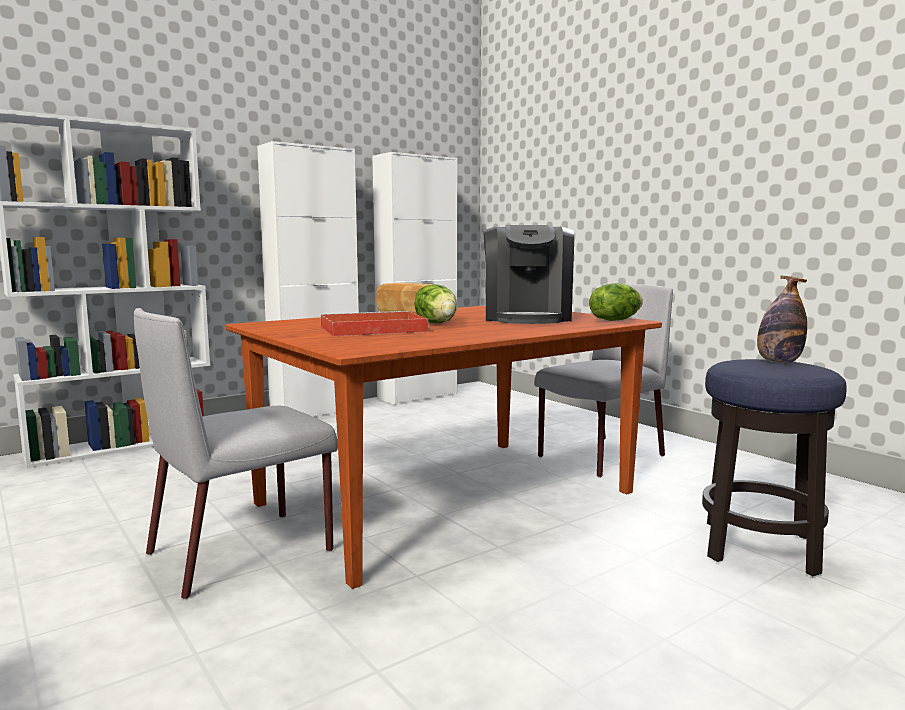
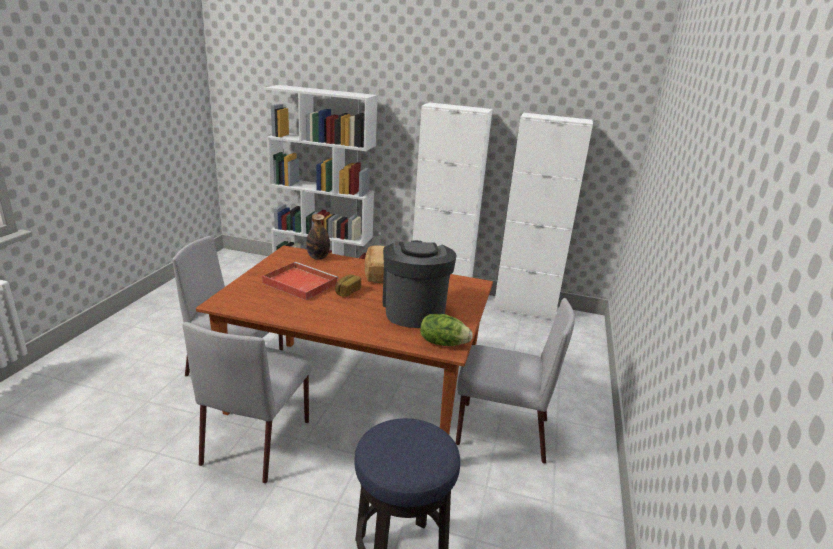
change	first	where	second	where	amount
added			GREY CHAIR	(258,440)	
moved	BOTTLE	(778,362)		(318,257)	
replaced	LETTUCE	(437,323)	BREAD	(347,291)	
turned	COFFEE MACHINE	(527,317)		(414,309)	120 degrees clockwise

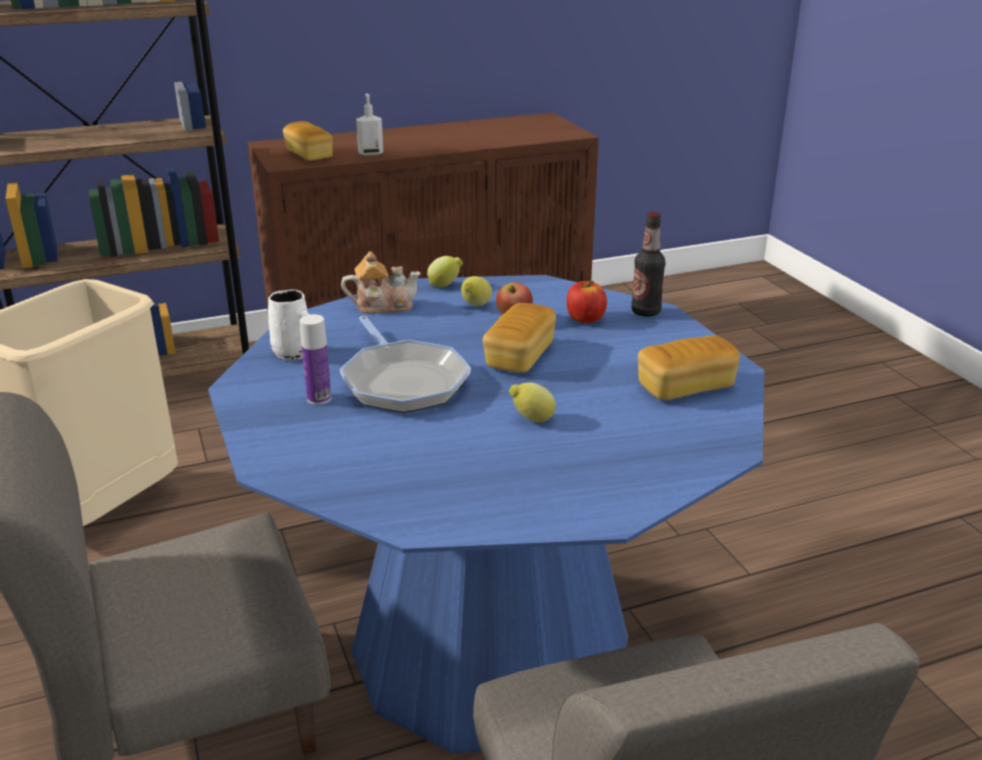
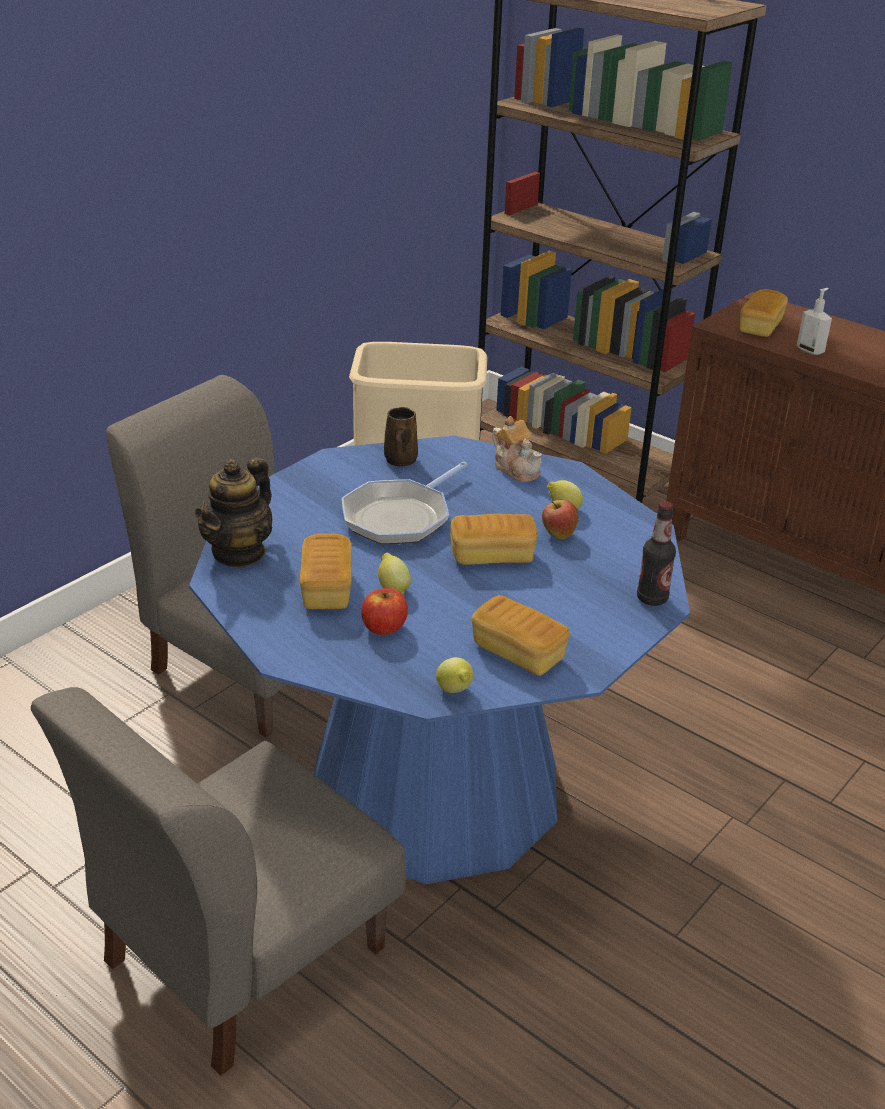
change	first	where	second	where	amount
removed	BOTTLE	(319,399)			
added			TEAPOT	(239,552)	
added			BREAD	(326,589)	
moved	LEMON	(445,285)		(455,691)	
moved	APPLE	(585,319)		(384,627)	
recoloured	WHITE MUG	(294,354)	BROWN MUG	(400,461)	

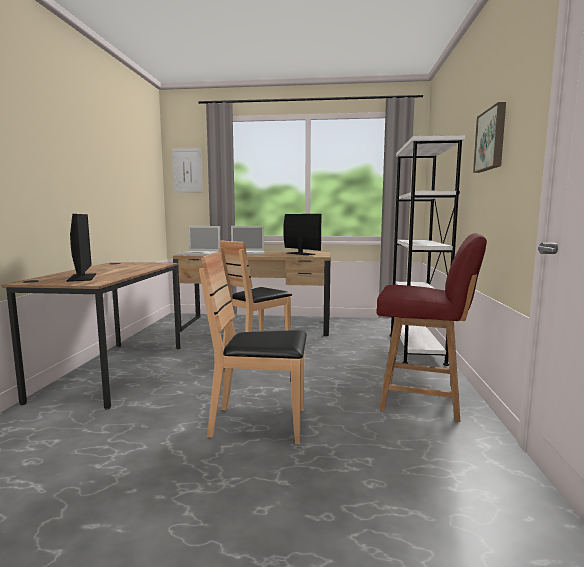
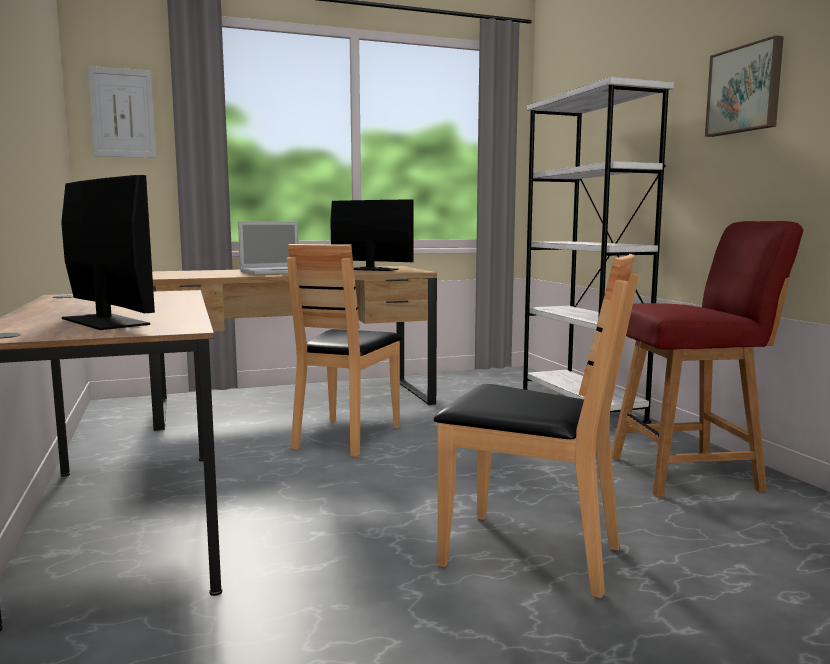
change	first	where	second	where	amount
removed	LAPTOP	(200,254)			
turned	BROWN CHAIR	(260,423)		(529,554)	135 degrees counterclockwise

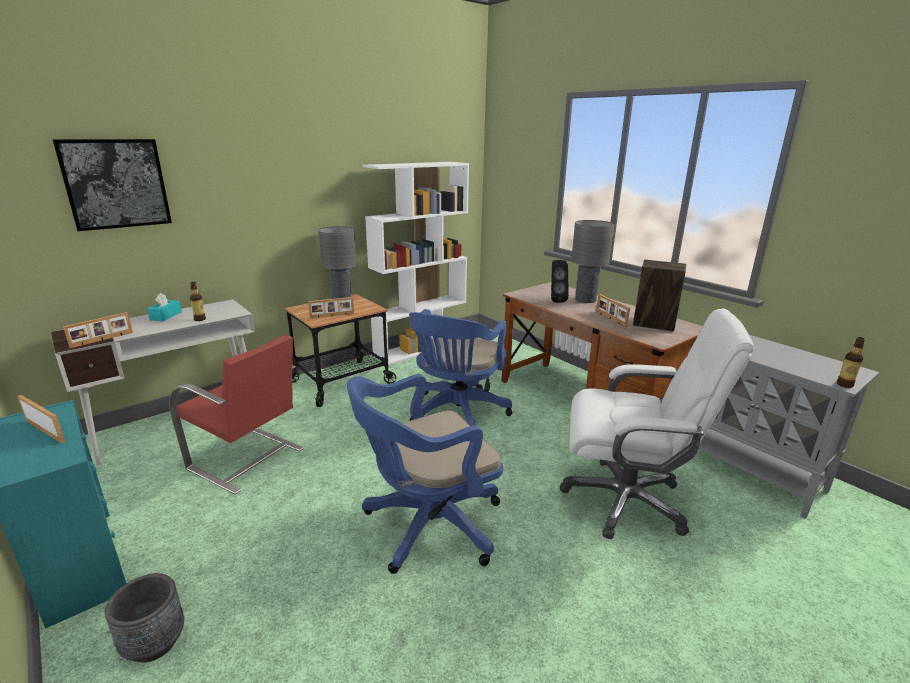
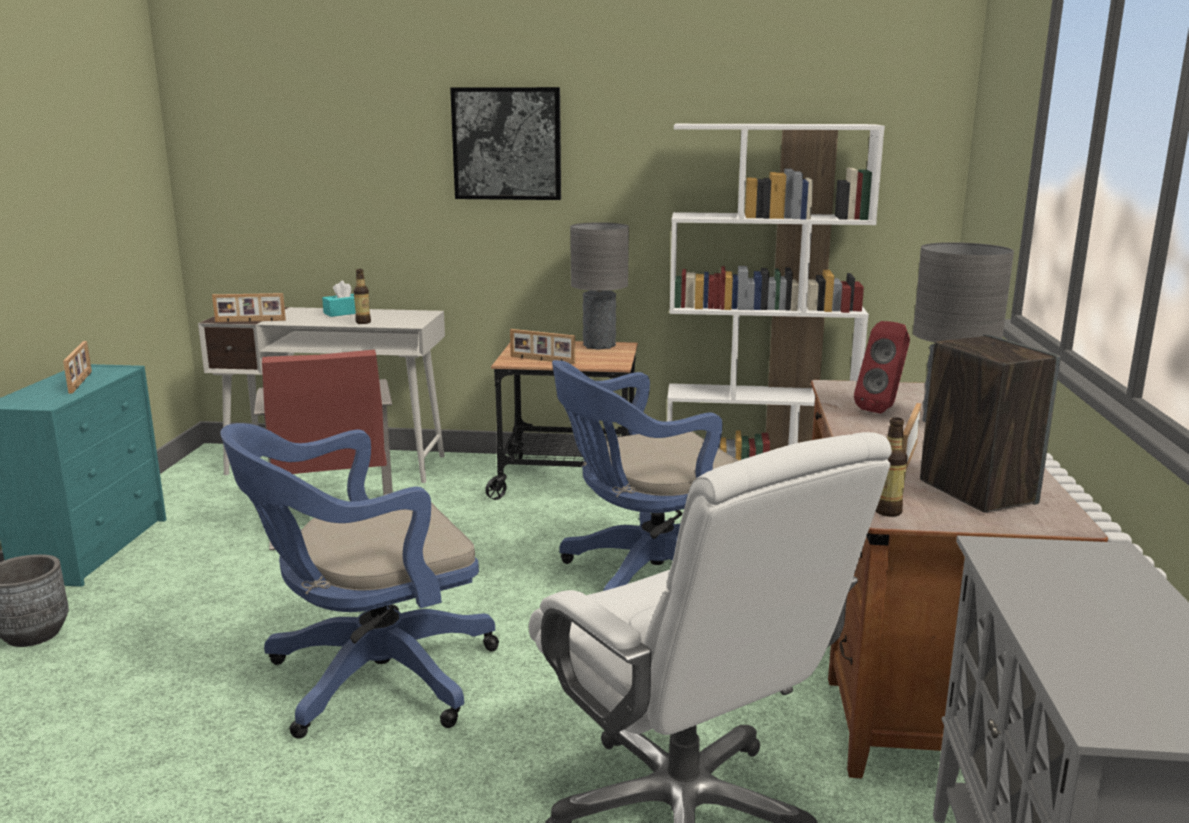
change	first	where	second	where	amount
moved	PICTURE	(116,184)		(507,144)	
moved	BOTTLE	(844,385)		(888,511)	
recoloured	BLACK SPEAKER	(556,300)	RED SPEAKER	(882,409)	
turned	BLUE OFFICE CHAIR	(427,526)		(370,679)	45 degrees counterclockwise

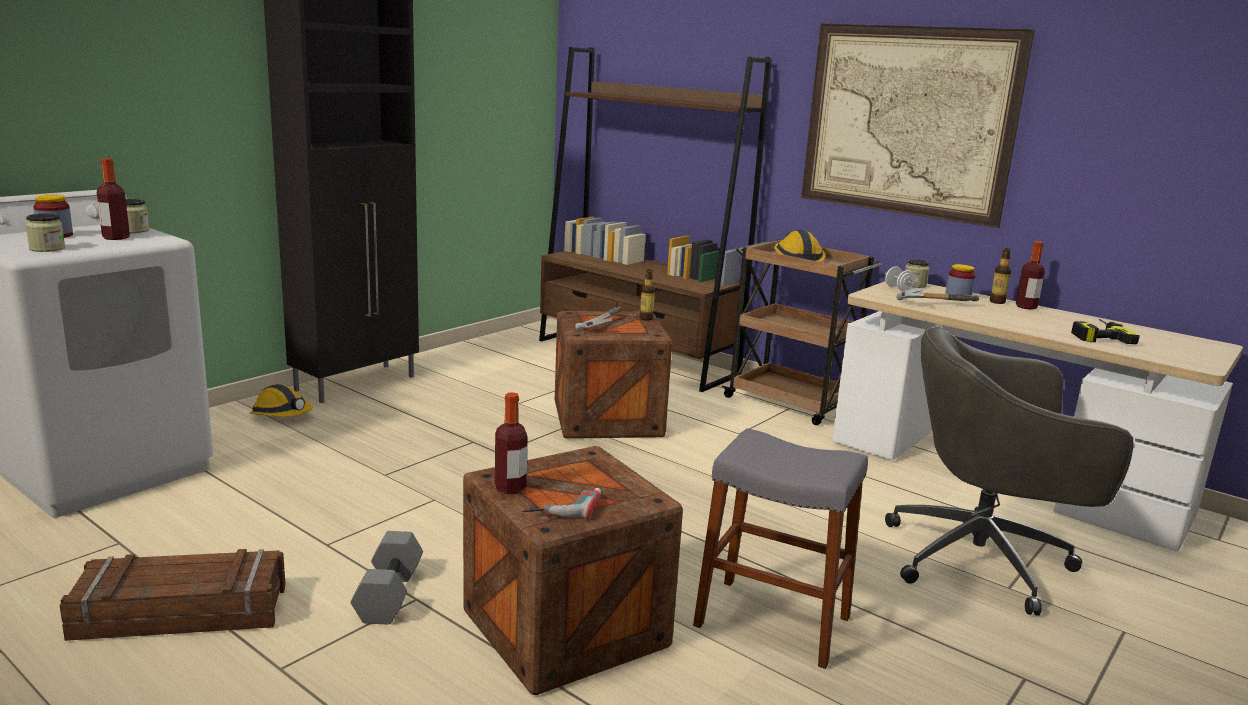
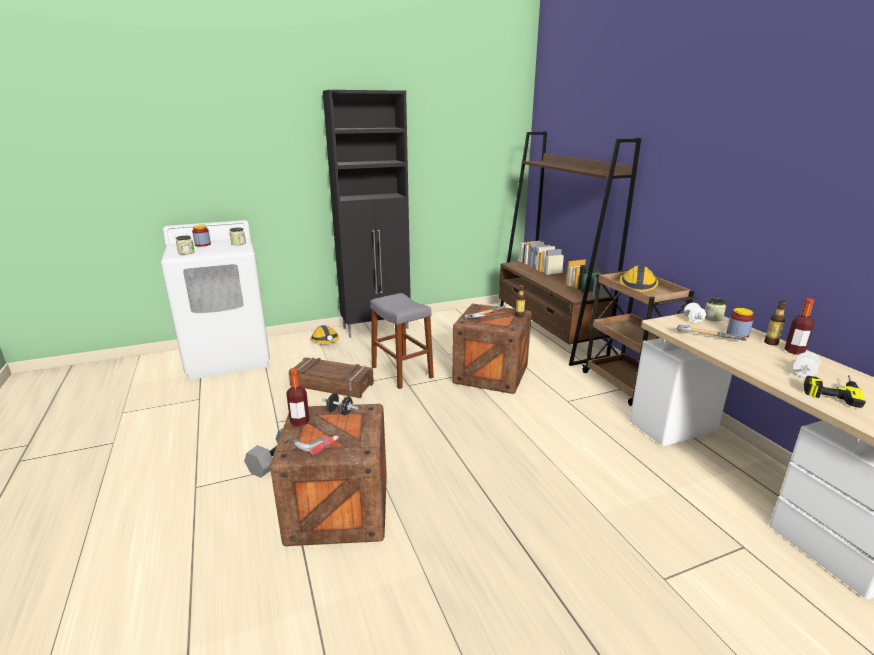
change	first	where	second	where	amount
removed	BOTTLE	(116,238)			
removed	PICTURE	(907,121)			
removed	GREY OFFICE CHAIR	(983,561)			
added			BLACK DUMBBELL	(340,412)	
added			WHITE DUMBBELL	(803,373)	
moved	CRATE	(182,611)		(332,384)	
moved	GREY STOOL	(772,621)		(402,372)	

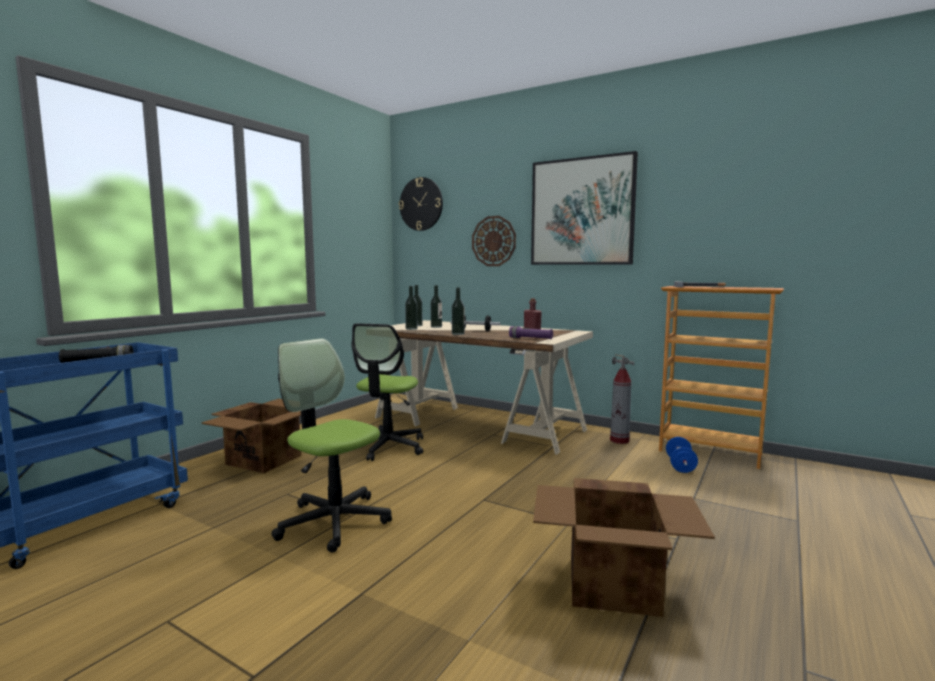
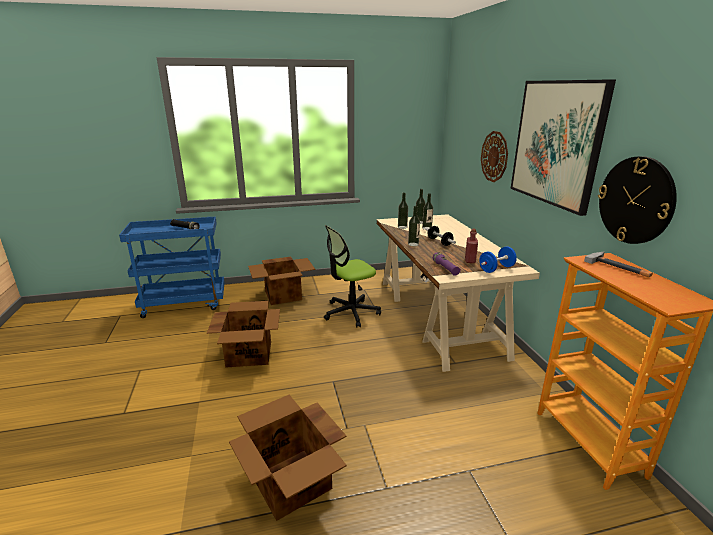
change	first	where	second	where	amount
removed	FIRE EXTINGUISHER	(619,441)			
moved	WALL CLOCK	(421,204)		(635,200)	
moved	BLUE DUMBBELL	(680,466)		(496,269)	
replaced	OFFICE CHAIR	(333,521)	CARDBOARD BOX	(249,353)	

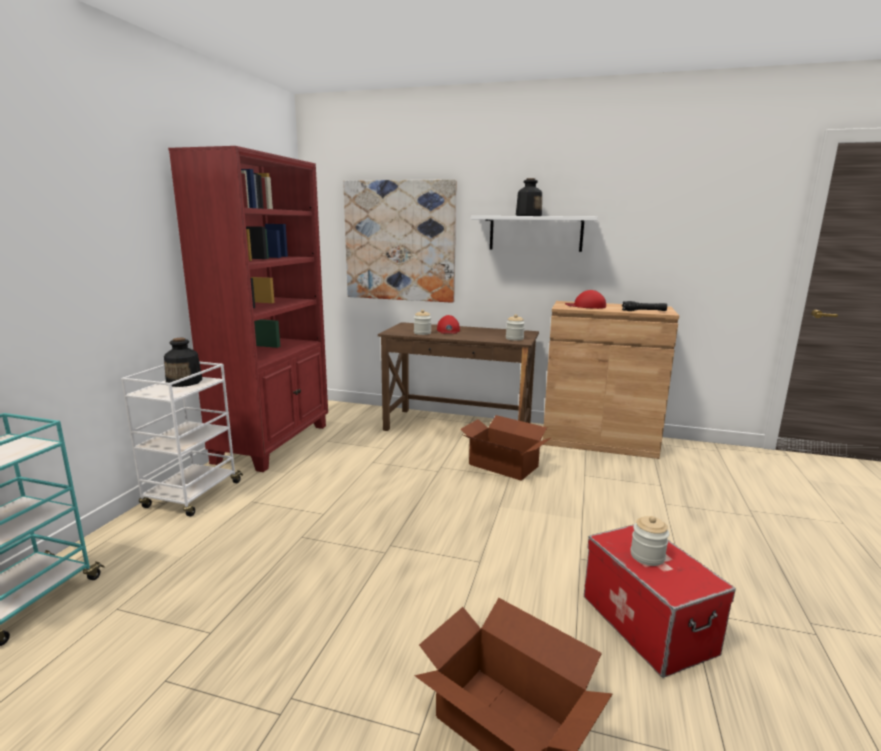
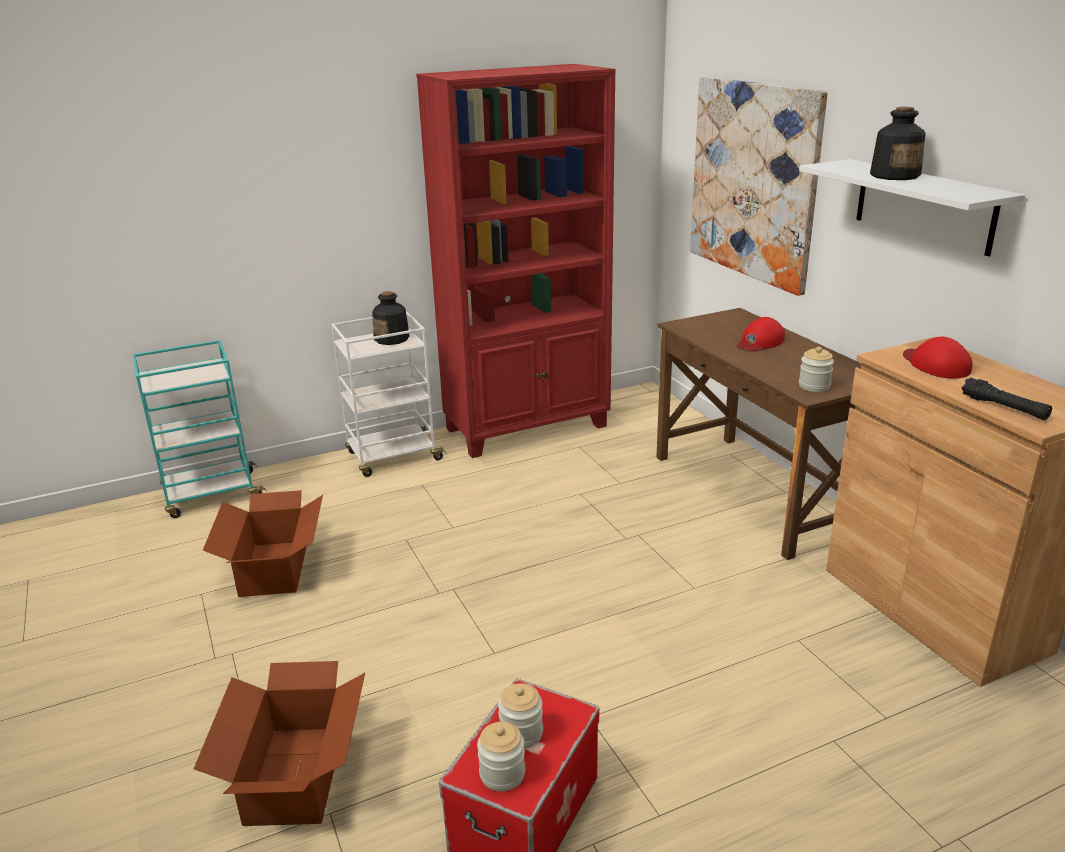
change	first	where	second	where	amount
moved	JAR	(422,333)		(502,774)	
moved	CARDBOARD BOX	(503,465)		(275,568)	

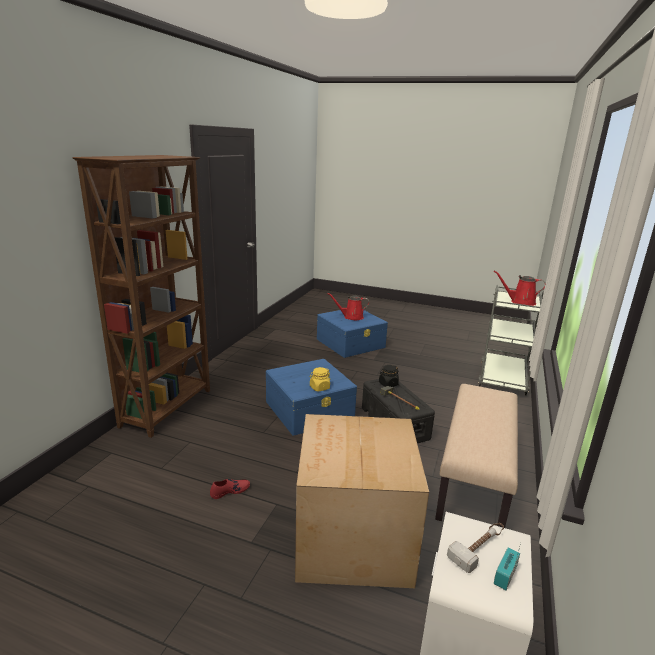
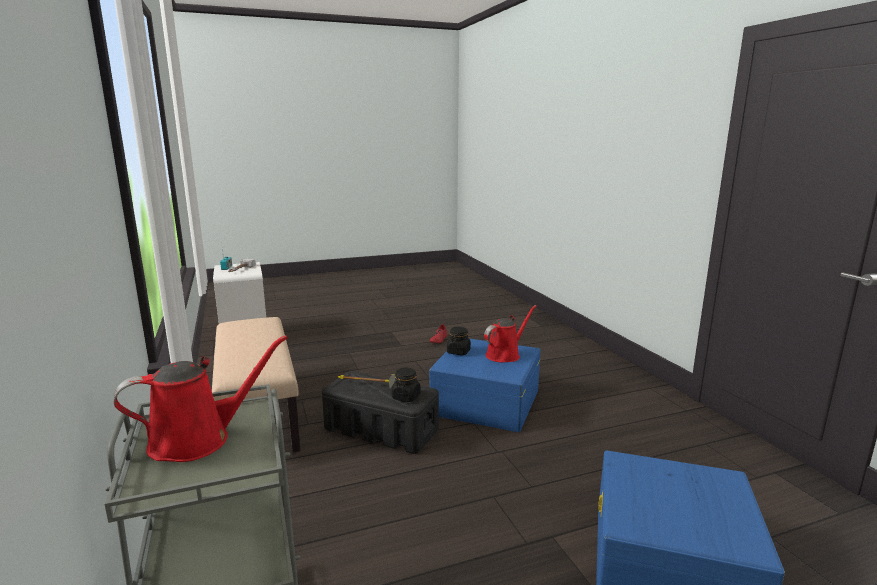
change	first	where	second	where	amount
removed	BROWN BOOKCASE	(168,408)			
removed	CARDBOARD BOX	(351,539)			
moved	RED WATERING CAN	(351,317)		(505,355)	
recoloured	YELLOW JAR	(319,387)	BLACK JAR	(458,352)	

